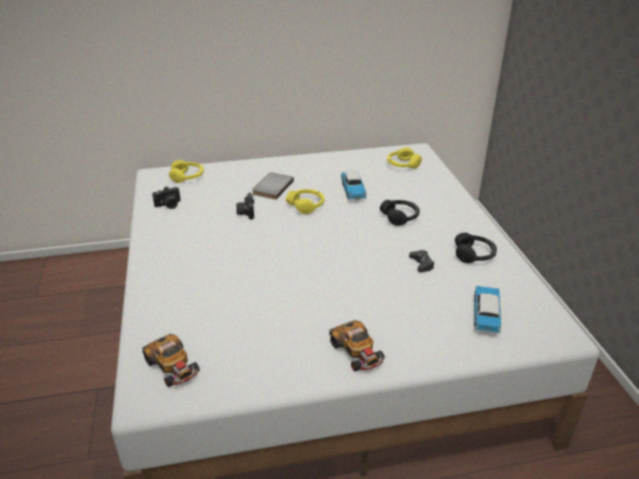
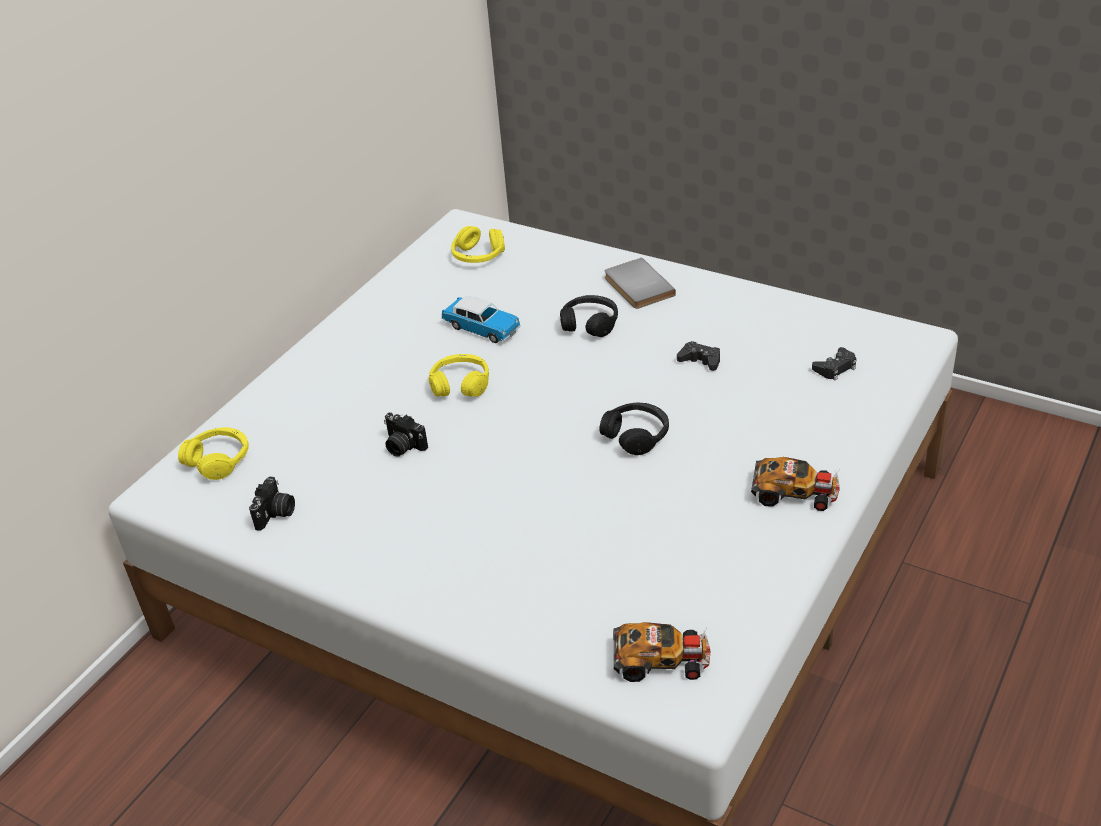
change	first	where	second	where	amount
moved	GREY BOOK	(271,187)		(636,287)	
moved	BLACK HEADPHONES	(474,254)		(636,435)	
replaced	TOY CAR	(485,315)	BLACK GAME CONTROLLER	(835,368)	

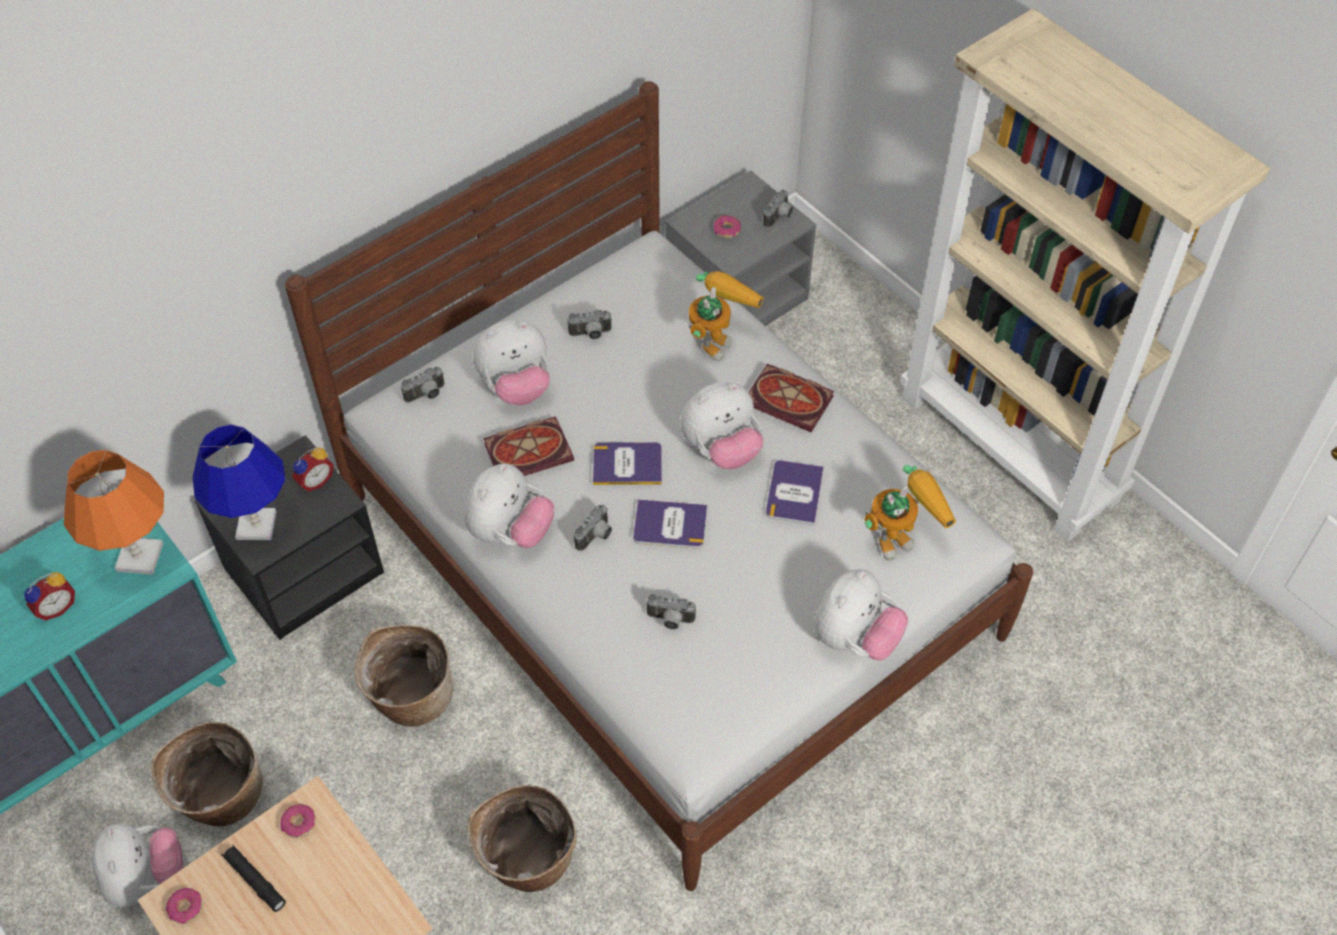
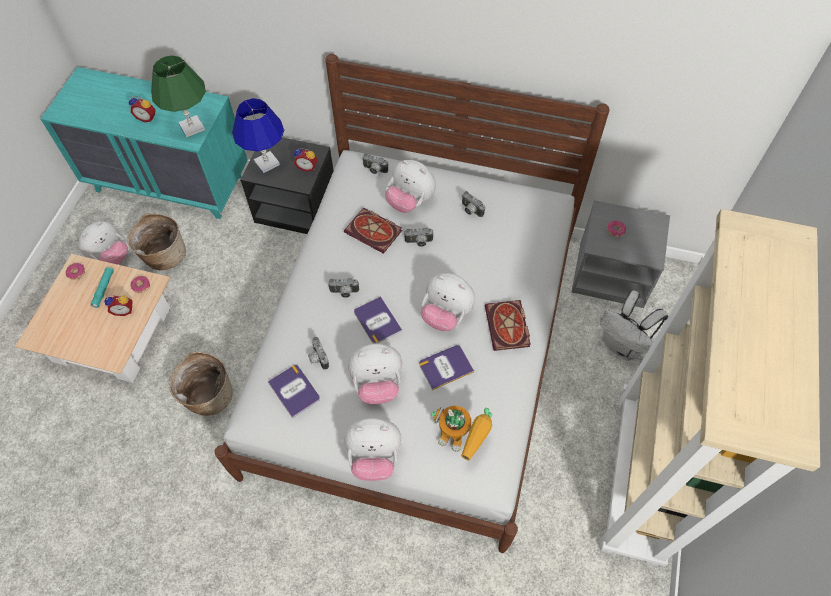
change	first	where	second	where	amount
removed	BASKET	(410,697)			
removed	TOY ROBOT	(717,337)			
added			ALARM CLOCK	(124,310)	
added			WHITE BACKPACK	(622,345)	
moved	PLUSH TOY	(510,531)		(377,384)	
moved	BOOK	(627,464)		(294,391)	
moved	PHOTO CAMERA	(779,217)		(419,242)	
recoloured	ORANGE TABLE LAMP	(139,557)	GREEN TABLE LAMP	(191,127)	
recoloured	BLACK FLASHLIGHT	(255,880)	TURQUOISE FLASHLIGHT	(104,289)	

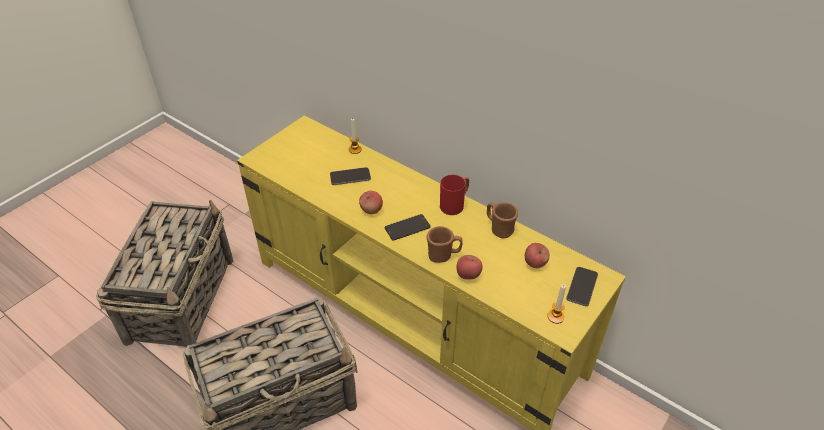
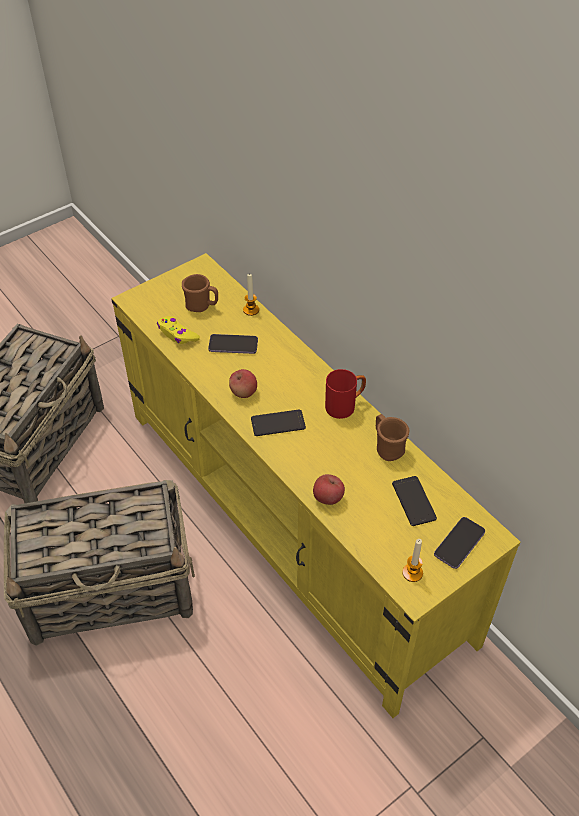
change	first	where	second	where	amount
added			YELLOW GAME CONTROLLER	(177,334)	
moved	BROWN MUG	(443,255)		(201,306)	
replaced	APPLE	(535,263)	PHONE	(414,501)	

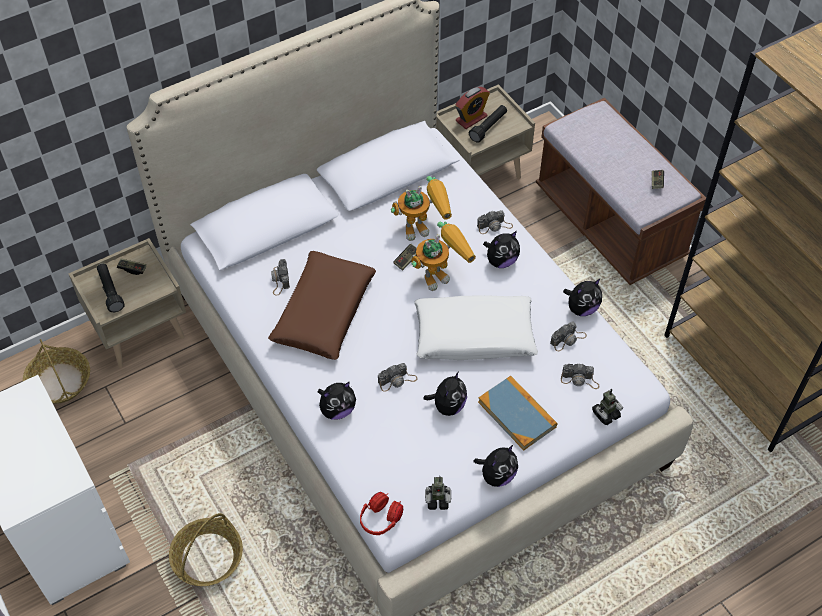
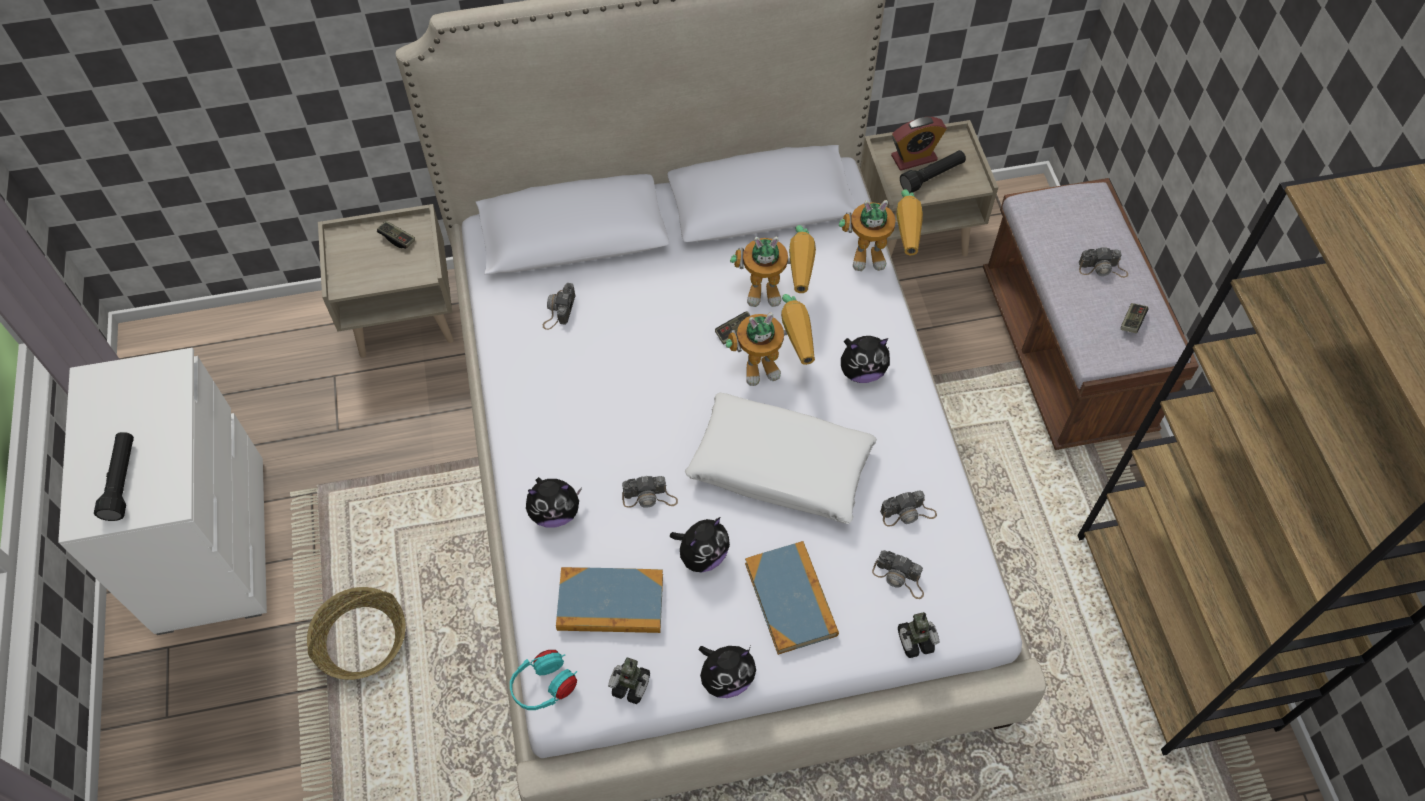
change	first	where	second	where	amount
removed	BASKET	(60,382)			
removed	BROWN PILLOW	(323,312)			
removed	PLUSH TOY	(581,308)			
added			BOOK	(610,603)	
added			TOY ROBOT	(881,256)	
moved	BLACK FLASHLIGHT	(110,291)		(122,481)	
moved	PHOTO CAMERA	(494,226)		(1102,268)	
recoloured	RED HEADPHONES	(381,519)	TURQUOISE HEADPHONES	(544,687)	

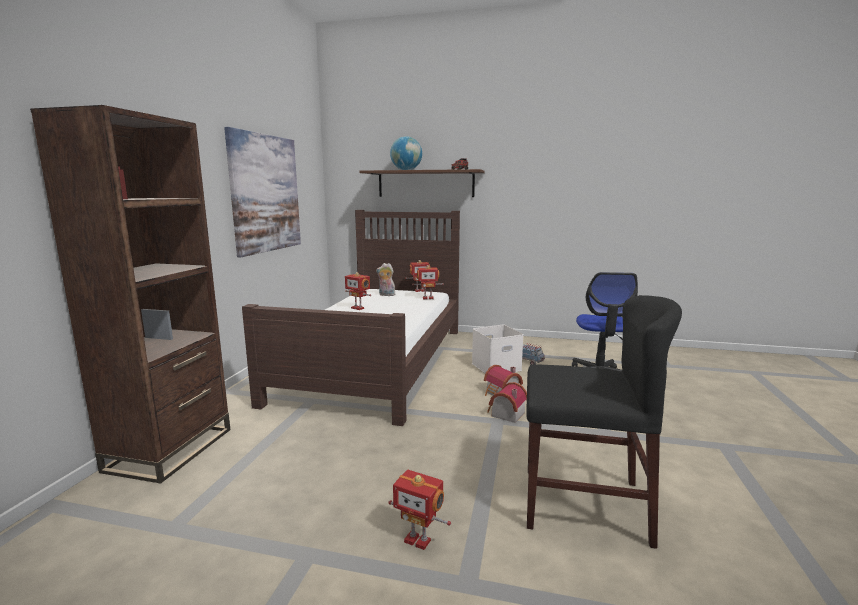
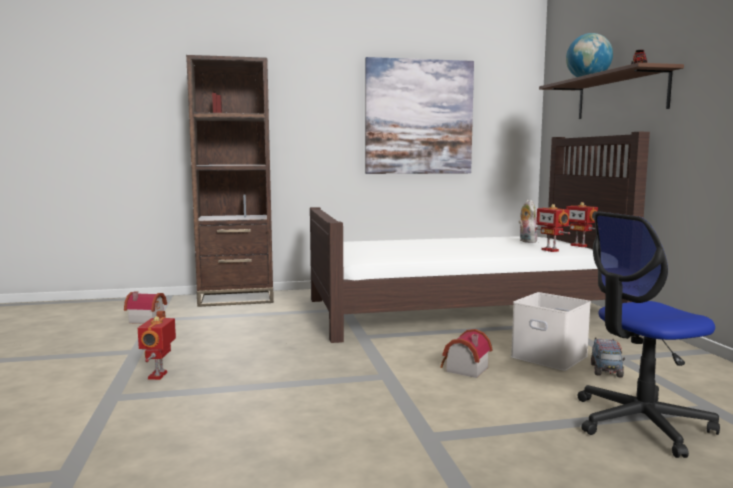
change	first	where	second	where	amount
removed	TOY ROBOT	(358,308)			
removed	BLACK CHAIR	(583,504)			
moved	TOY HOUSE	(505,414)		(147,319)	

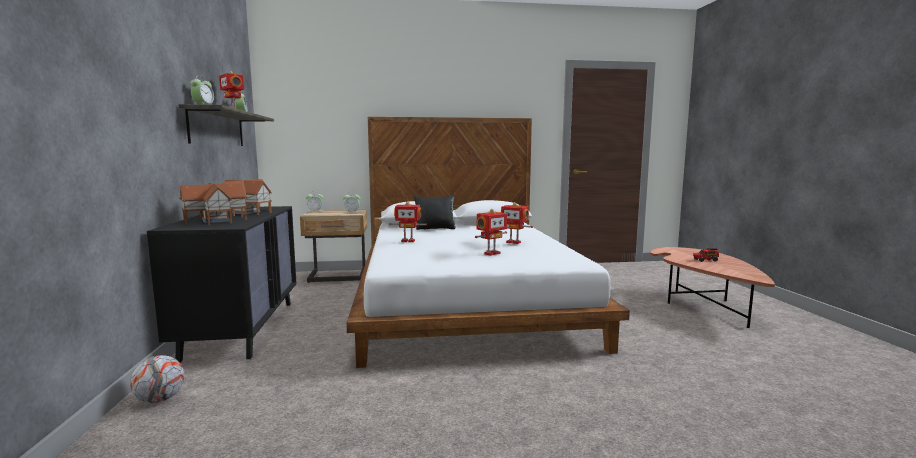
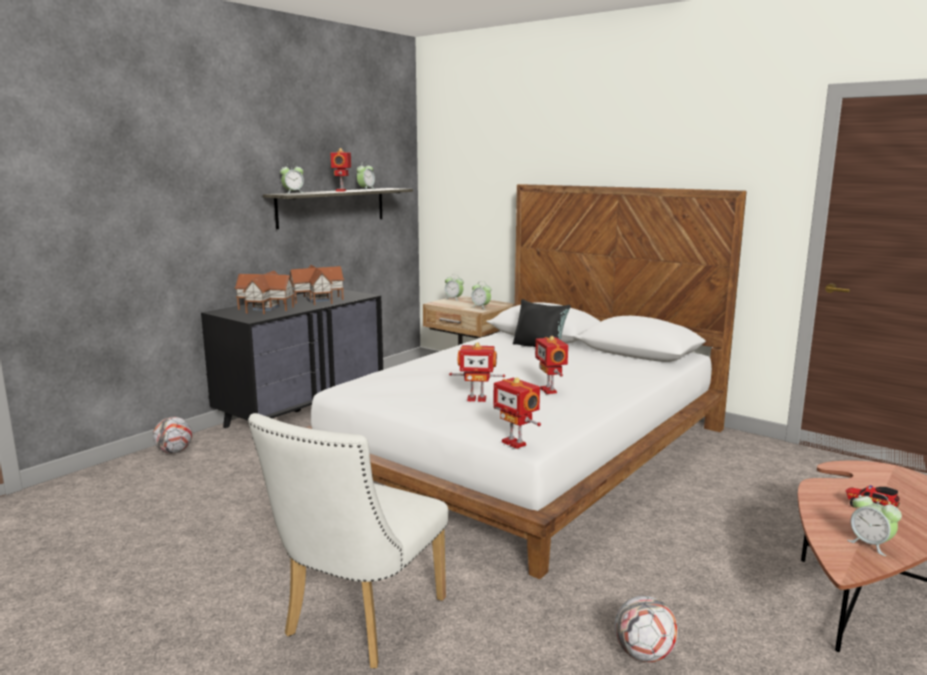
change	first	where	second	where	amount
added			WHITE CHAIR	(358,623)	
added			FOOTBALL	(644,654)	
added			ALARM CLOCK	(870,544)	
moved	TOY ROBOT	(408,241)		(515,443)	

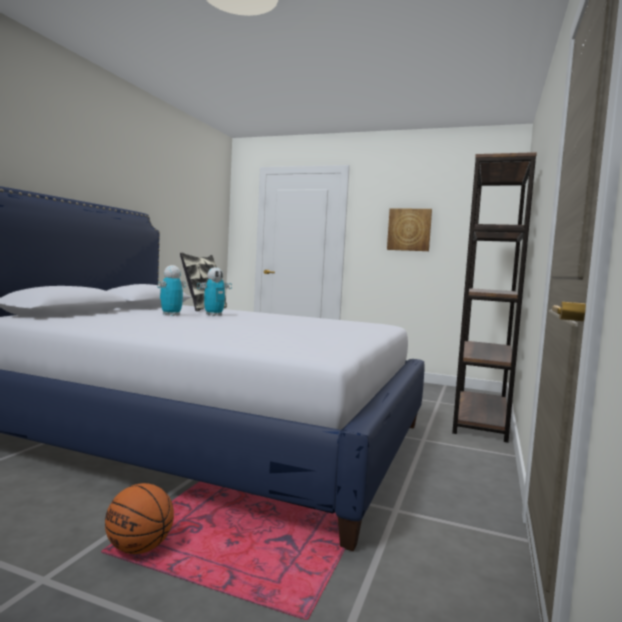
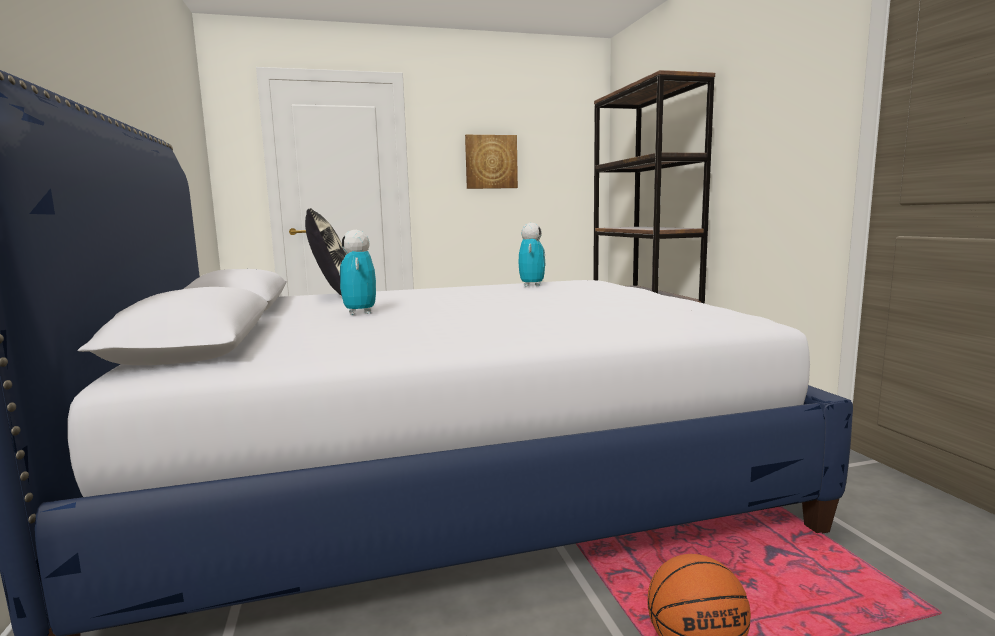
change	first	where	second	where	amount
moved	TOY ROBOT	(214,315)		(532,285)	

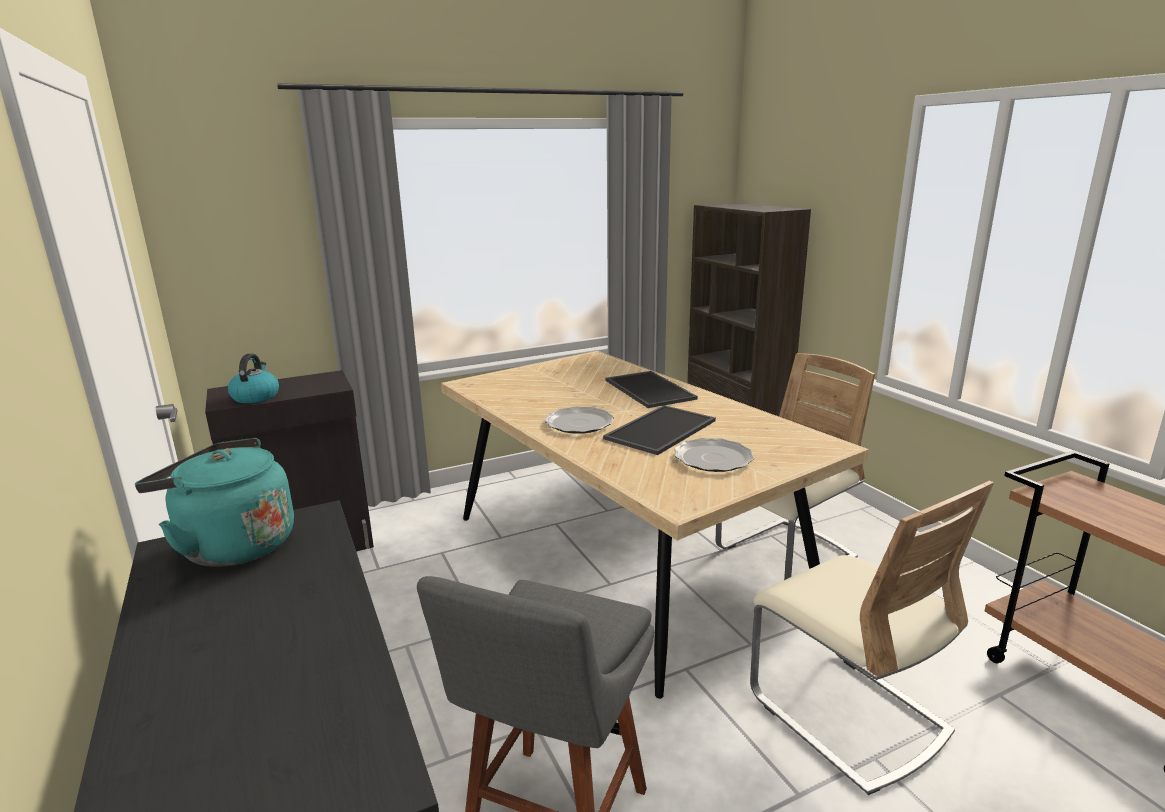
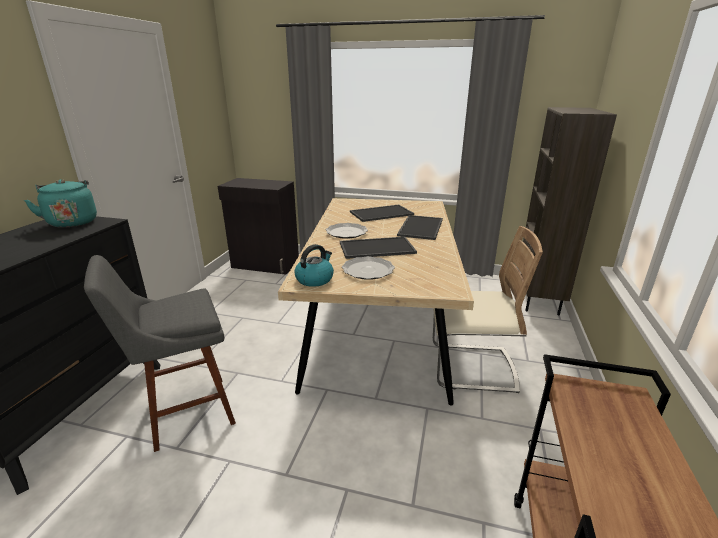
change	first	where	second	where	amount
removed	BEIGE CHAIR	(847,713)			
added			TRAY	(381,213)	
moved	KETTLE	(255,396)		(315,279)	

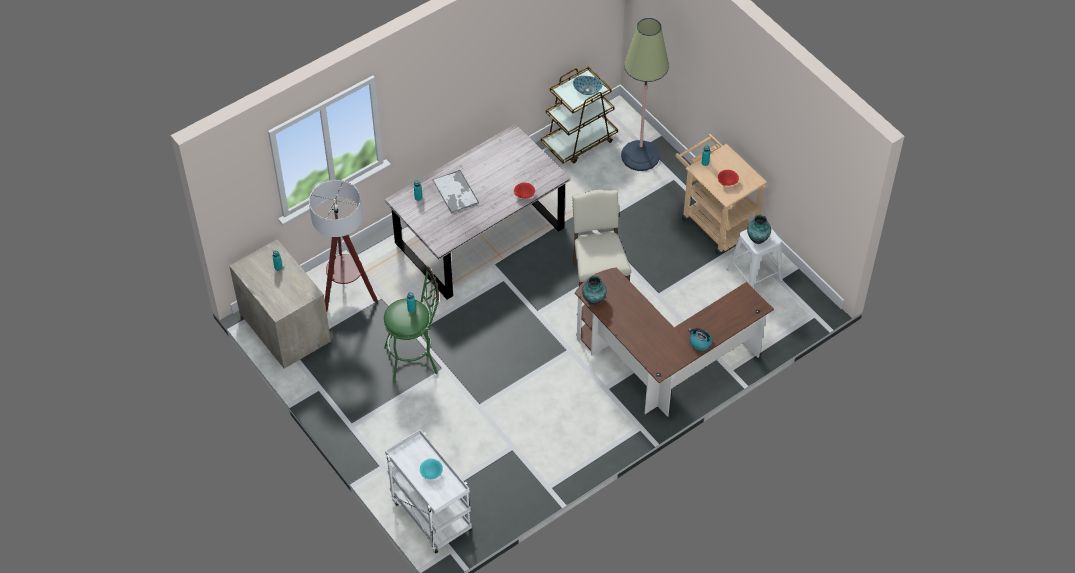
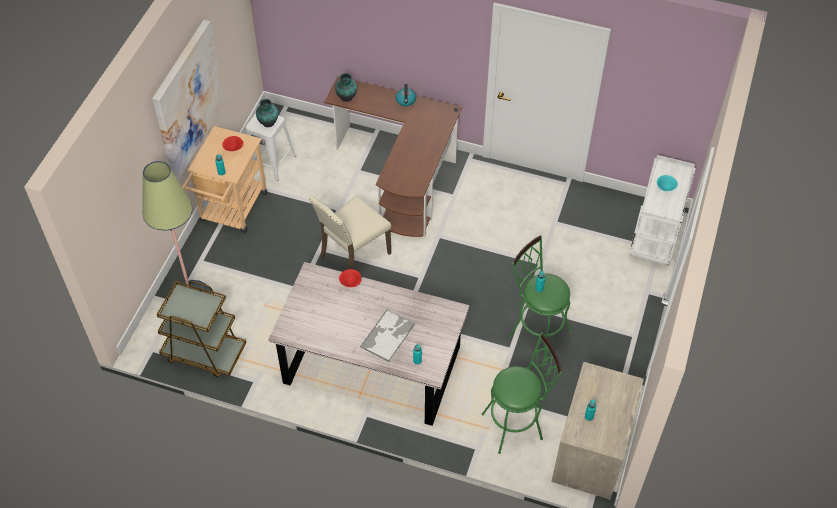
change	first	where	second	where	amount
removed	BOWL	(587,90)			
added			PICTURE	(187,99)	
moved	VASE	(593,300)		(347,98)	
replaced	FLOOR LAMP	(347,294)	GREEN STOOL	(517,425)	

